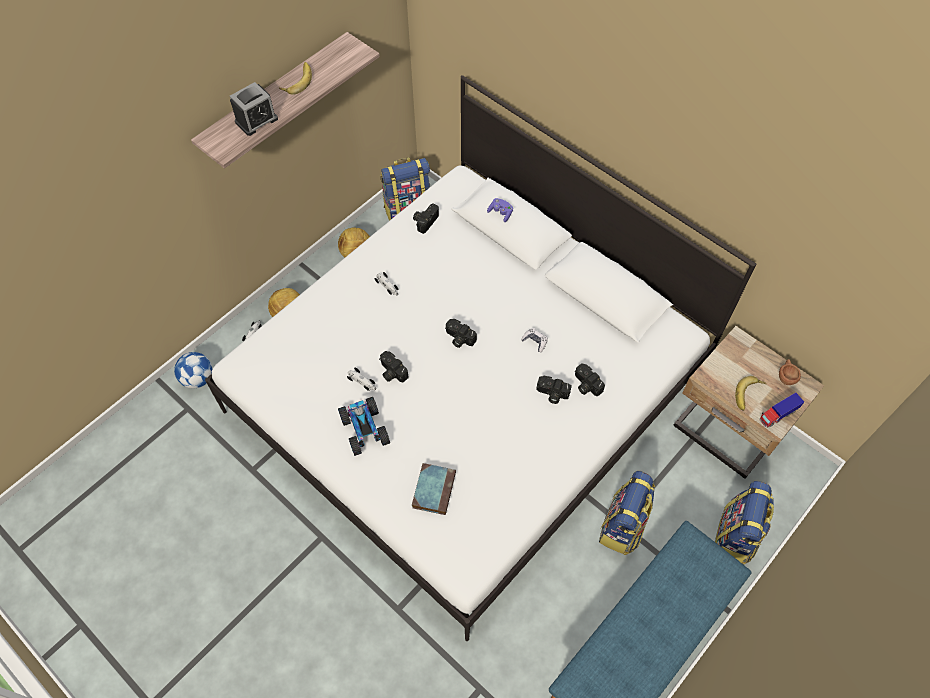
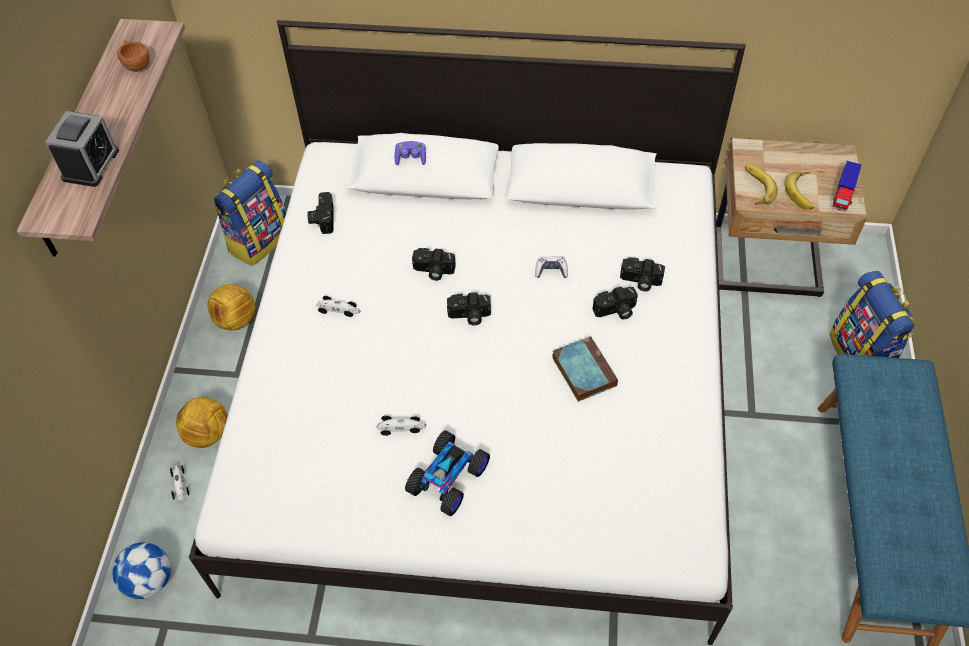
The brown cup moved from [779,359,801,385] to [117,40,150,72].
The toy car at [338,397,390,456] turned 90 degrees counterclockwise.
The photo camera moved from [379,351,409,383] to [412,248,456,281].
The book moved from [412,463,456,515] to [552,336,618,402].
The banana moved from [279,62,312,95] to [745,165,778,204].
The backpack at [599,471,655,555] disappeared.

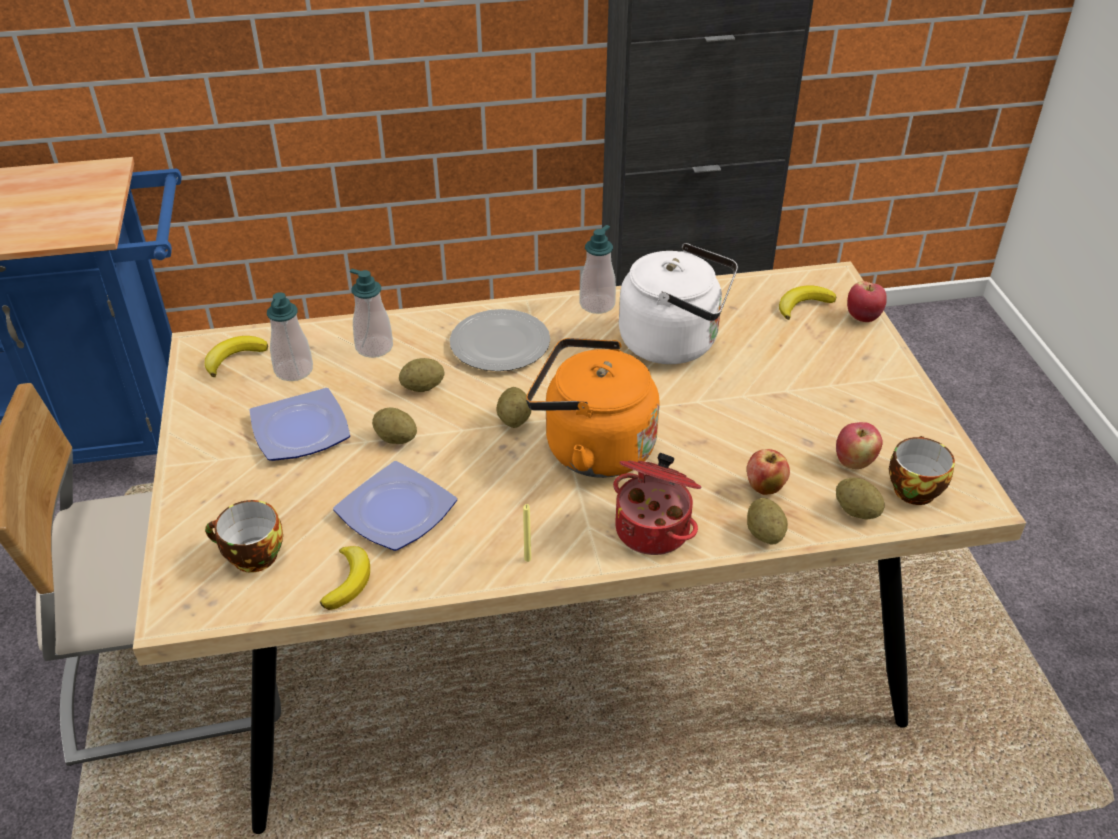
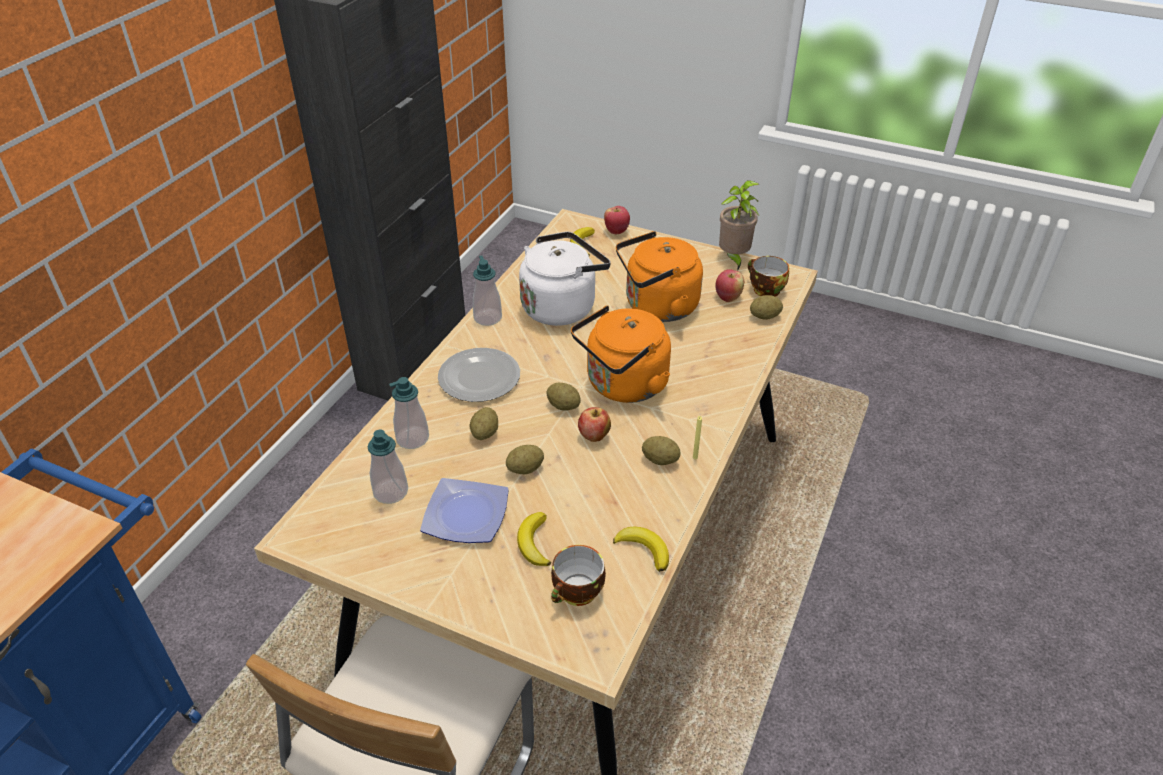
The banana moved from [205,336,268,377] to [517,512,551,566].
The apple moved from [747,449,790,495] to [578,407,611,442].
The orange kettle at [616,231,703,322] appeared.
The potato moved from [747,498,788,545] to [642,436,681,465].
The potted plant at [719,180,759,269] appeared.
The plate at [333,461,457,551] disappeared.
The cooking pot at [613,453,701,555] disappeared.

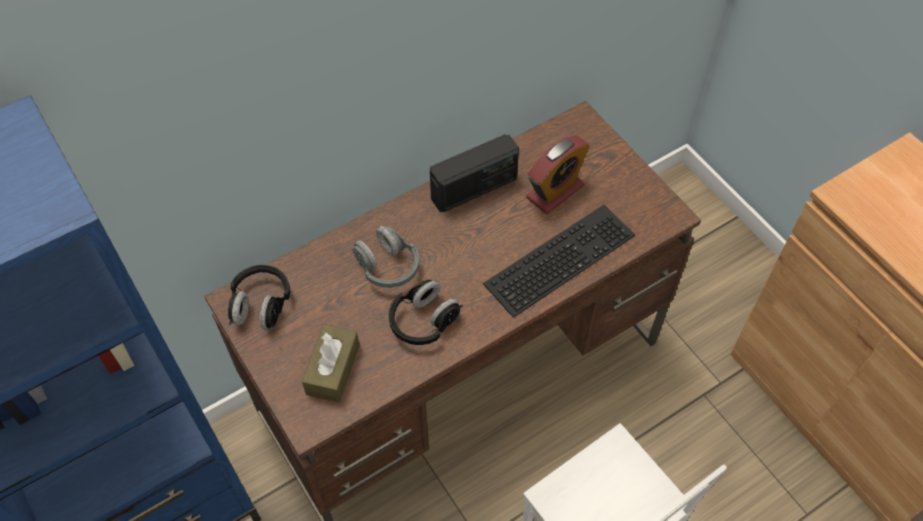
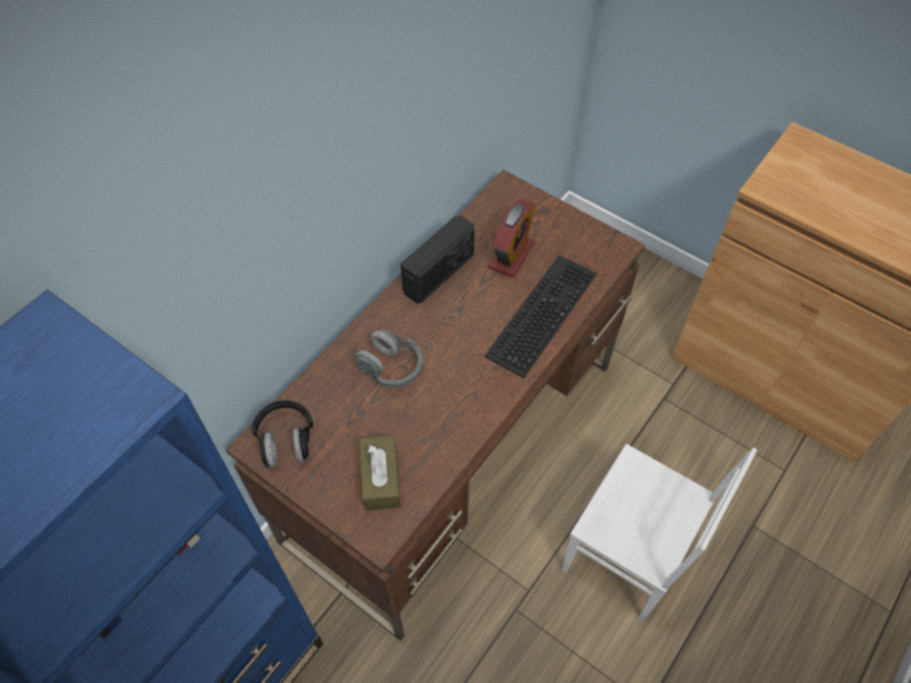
The black headphones at [389,280,463,345] disappeared.

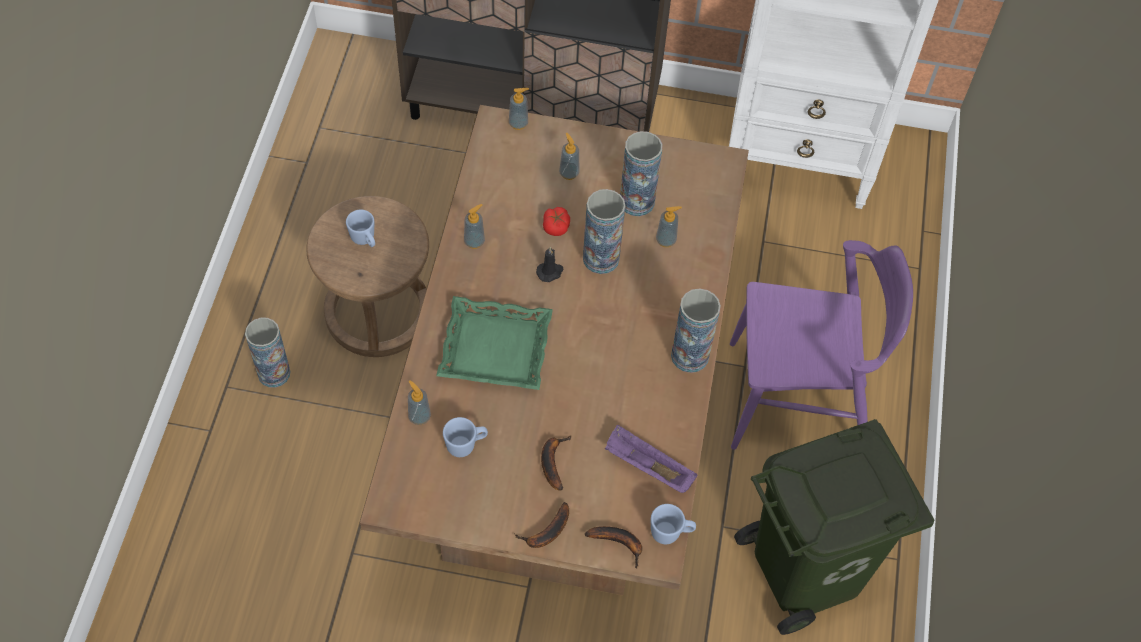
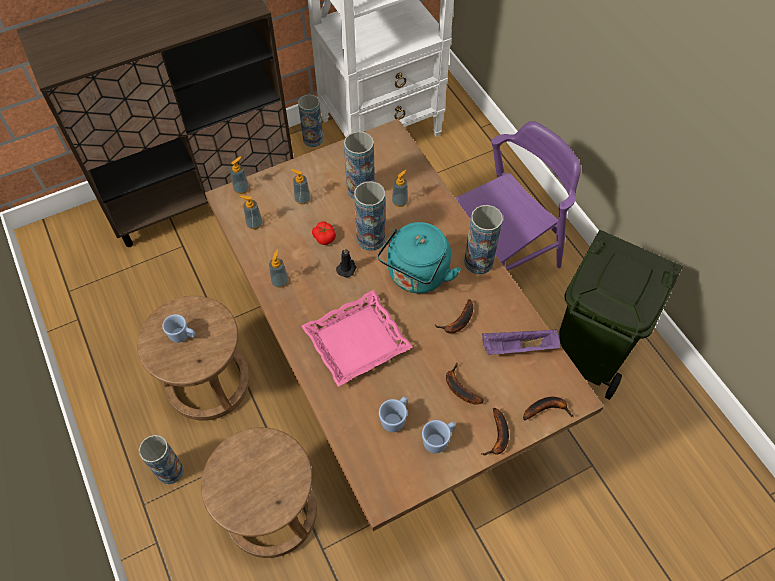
The brown stool at [201,427,317,558] appeared.
The soap dispenser moved from [408,380,431,425] to [240,196,263,229].
The vase at [298,94,323,147] appeared.
The green tray at [436,296,553,390] became the pink tray at [302,290,412,387].
The turquoise kettle at [377,222,461,293] appeared.
The blue mug moved from [651,504,696,544] to [422,420,456,453].
The banana at [434,299,473,333] appeared.

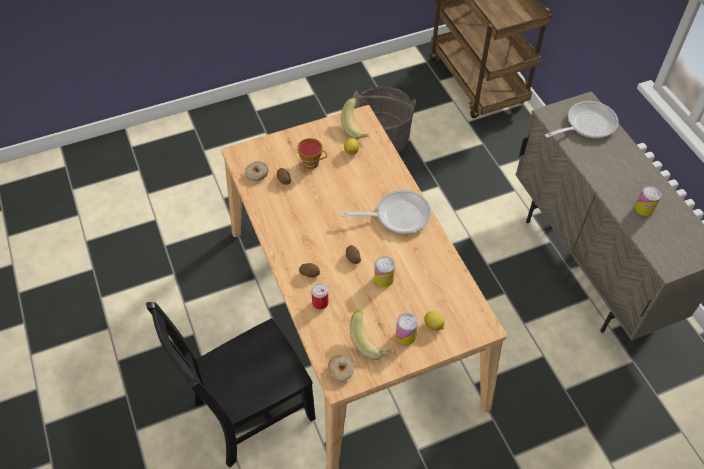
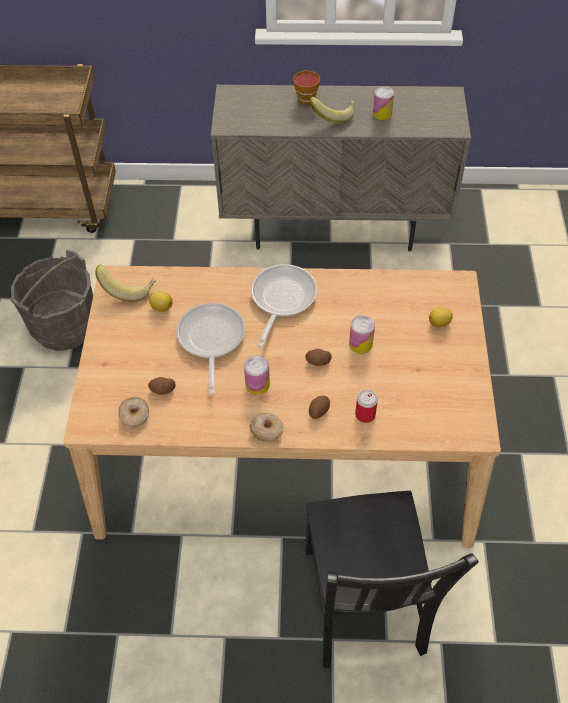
The frying pan moved from [545,101,619,138] to [176,303,245,395].
The can moved from [396,313,418,345] to [244,356,270,395].
The donut moved from [328,355,354,381] to [250,413,284,442].
The cup moved from [297,138,327,169] to [293,70,320,105].
The banana moved from [350,310,394,360] to [309,97,356,124].

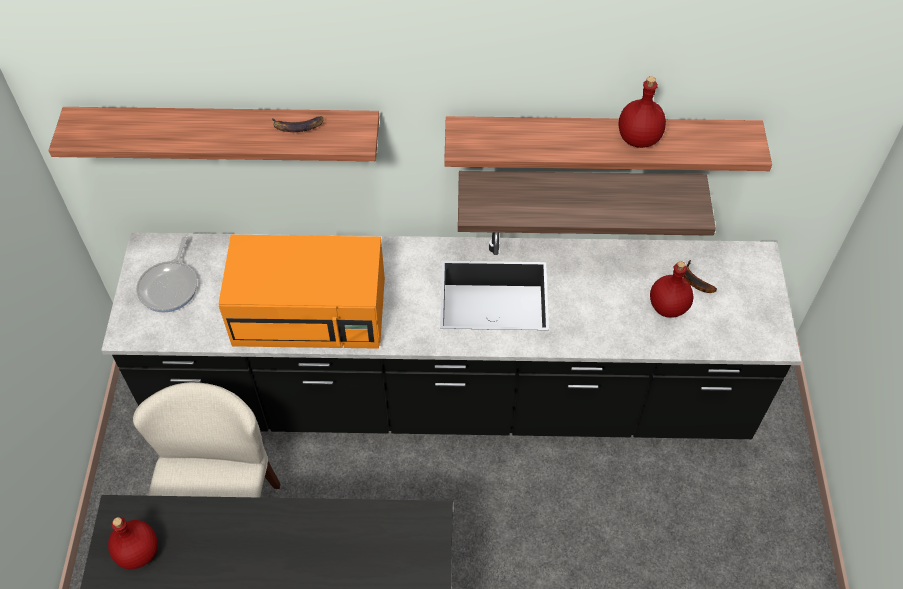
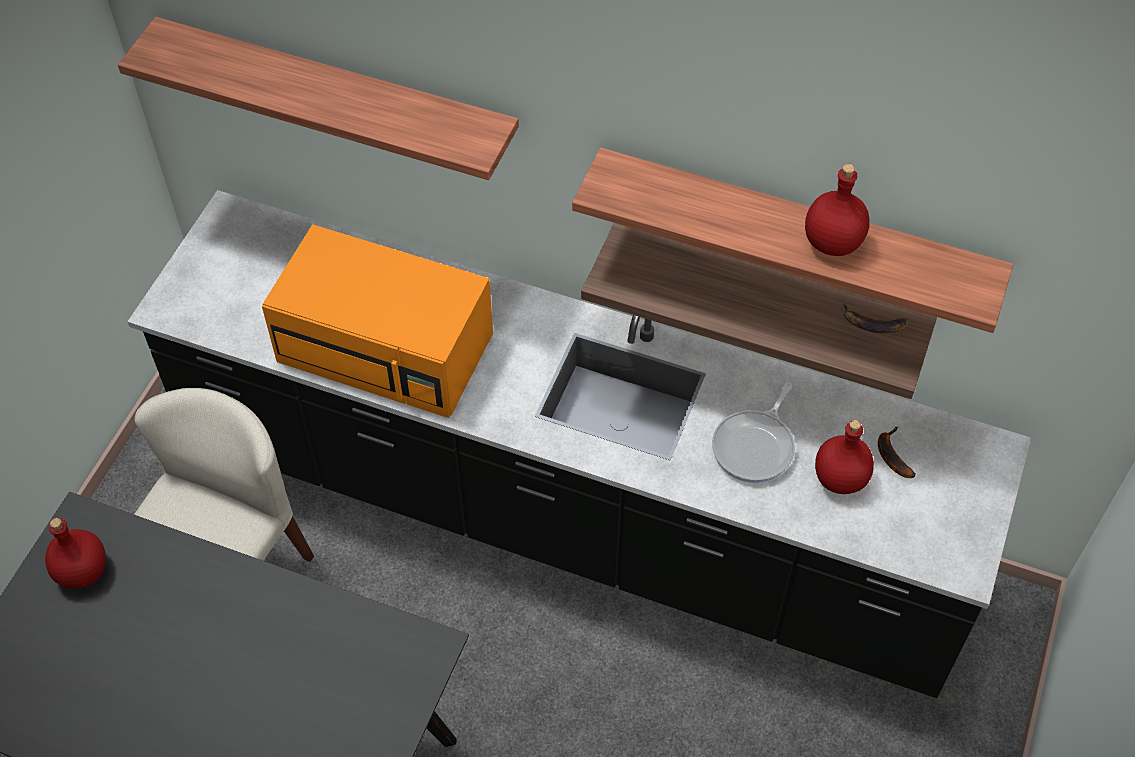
The frying pan moved from [136,236,197,313] to [712,383,795,483].
The banana moved from [272,116,324,132] to [843,302,908,333].

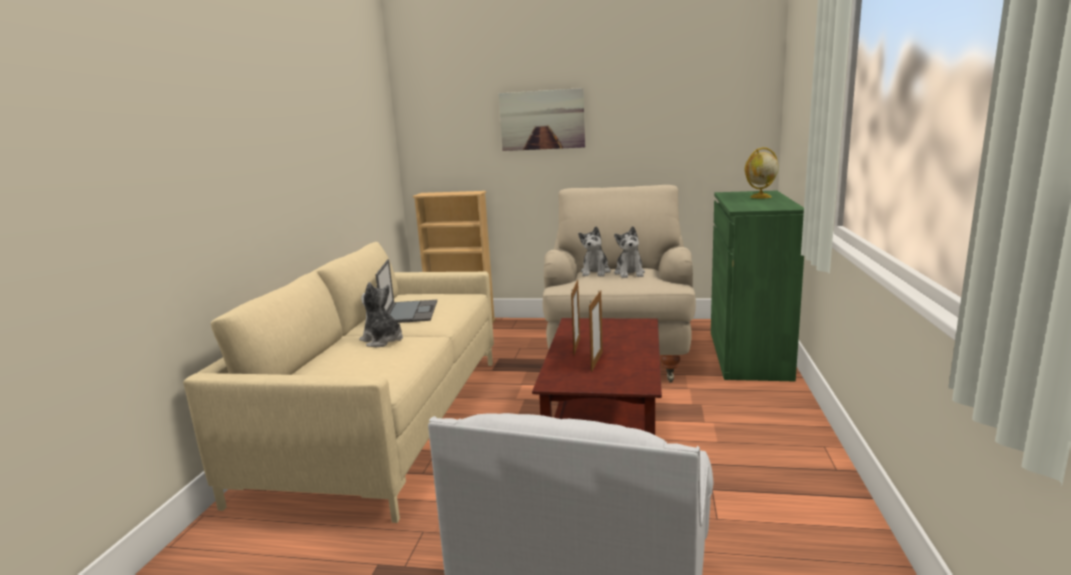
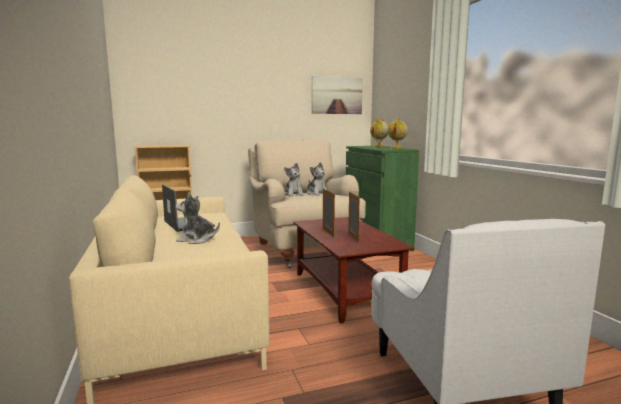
The picture moved from [499,88,585,151] to [312,76,363,114].
The globe at [388,118,408,149] appeared.

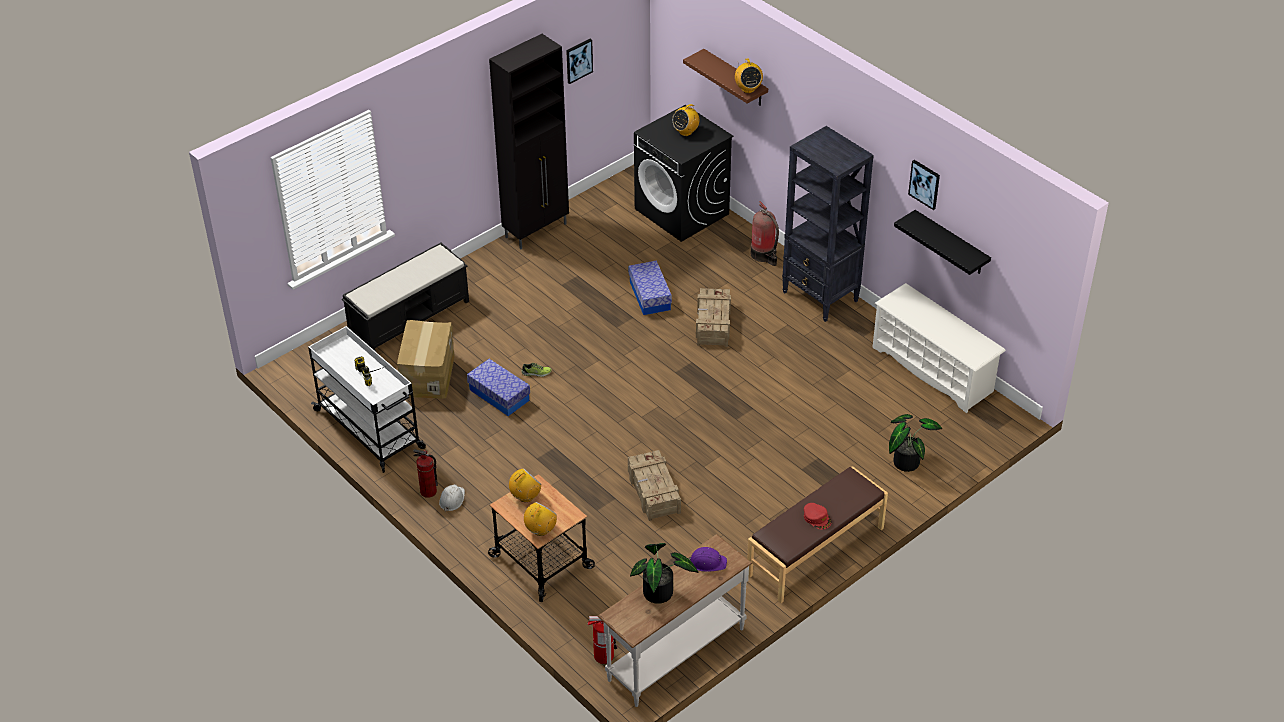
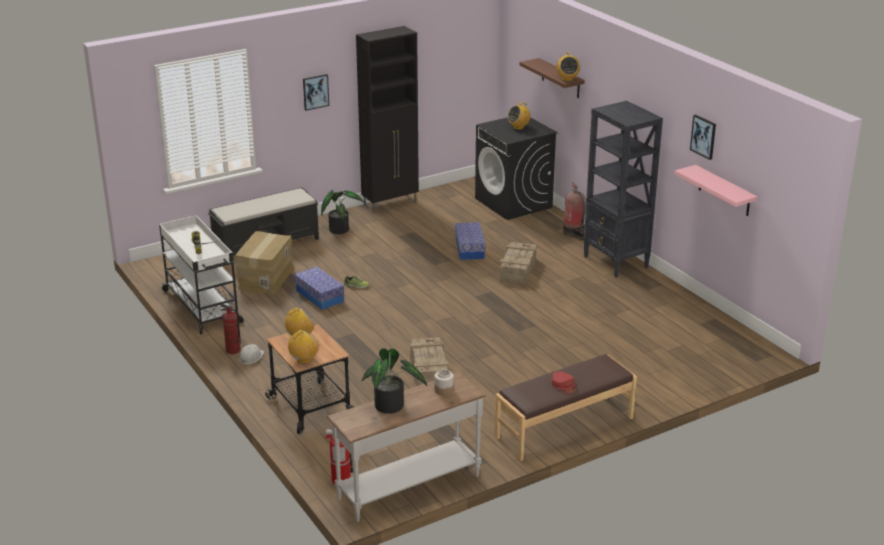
The picture moved from [566,39,593,84] to [303,74,329,111].
The potted plant moved from [889,414,942,472] to [321,190,364,234].
The purple hard hat at [688,547,727,572] was replaced by the jar at [434,369,454,395].
The black shelf at [894,210,991,275] became the pink shelf at [675,165,758,216].
The white shoe rack at [872,283,1006,413] disappeared.

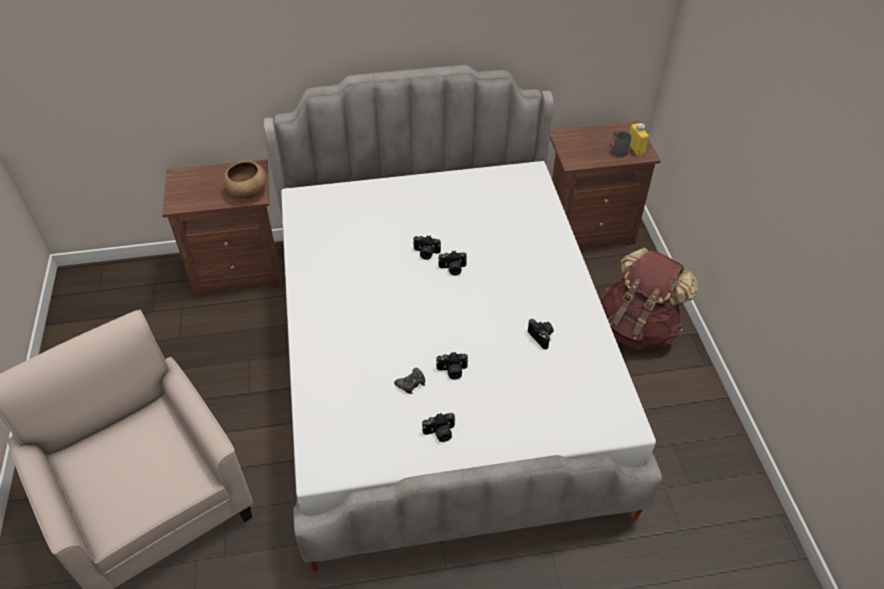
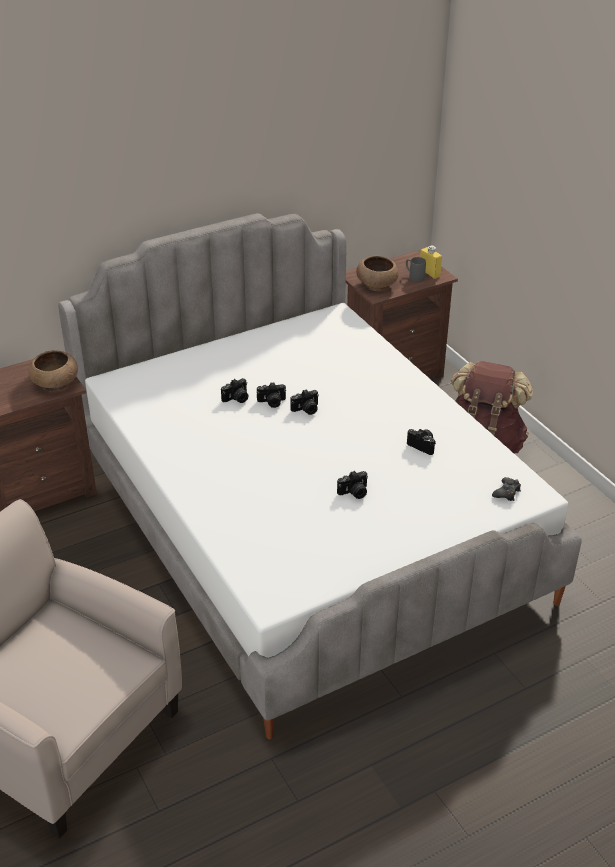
The photo camera moved from [422,413,456,442] to [221,378,248,403].
The brown bowl at [356,256,399,291] appeared.
The black game controller moved from [394,367,425,394] to [492,477,521,501].

